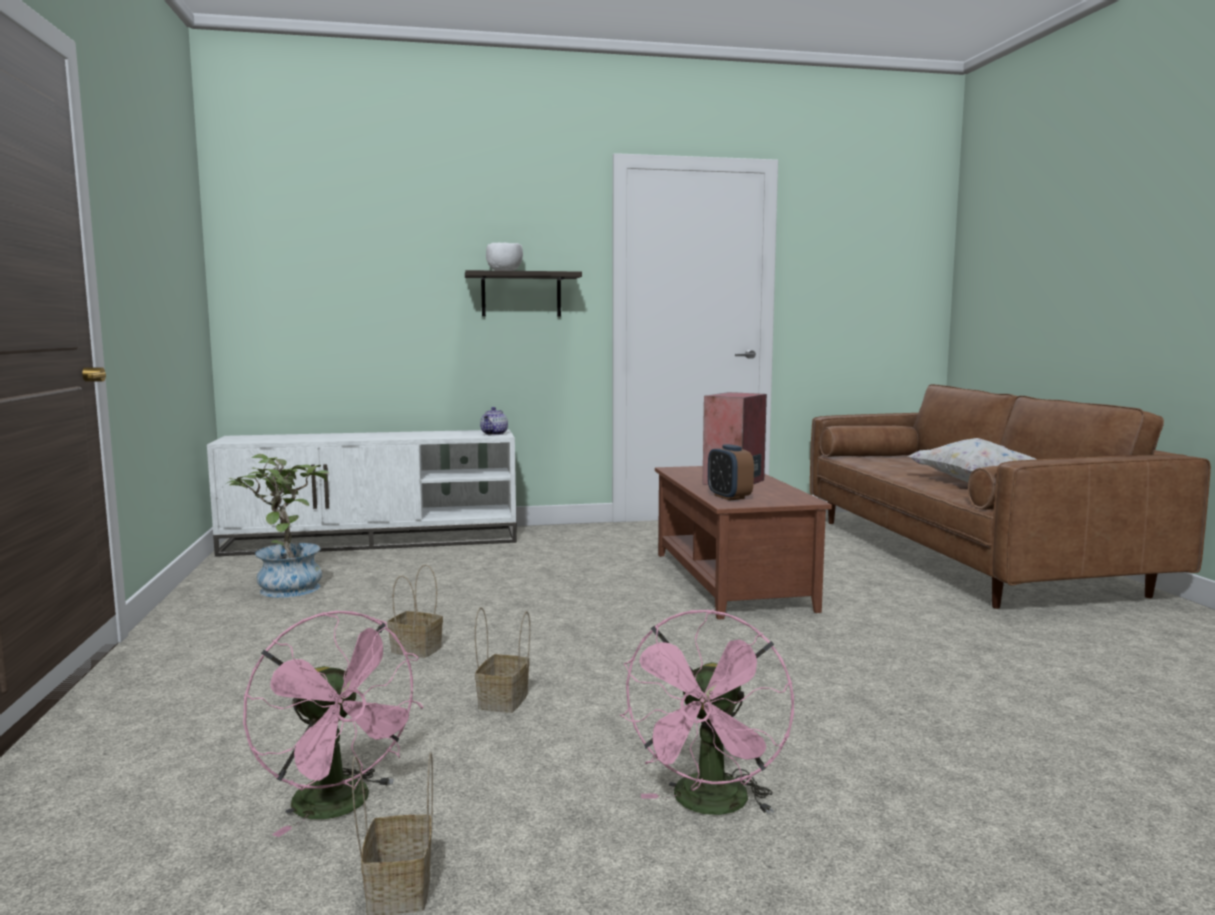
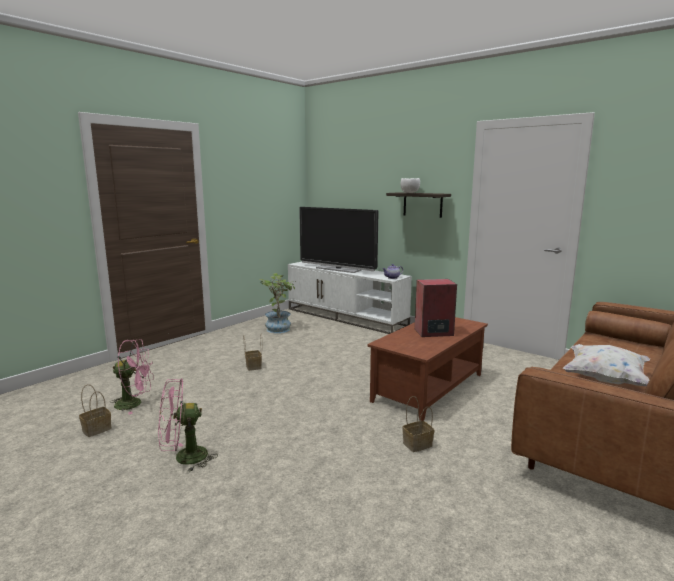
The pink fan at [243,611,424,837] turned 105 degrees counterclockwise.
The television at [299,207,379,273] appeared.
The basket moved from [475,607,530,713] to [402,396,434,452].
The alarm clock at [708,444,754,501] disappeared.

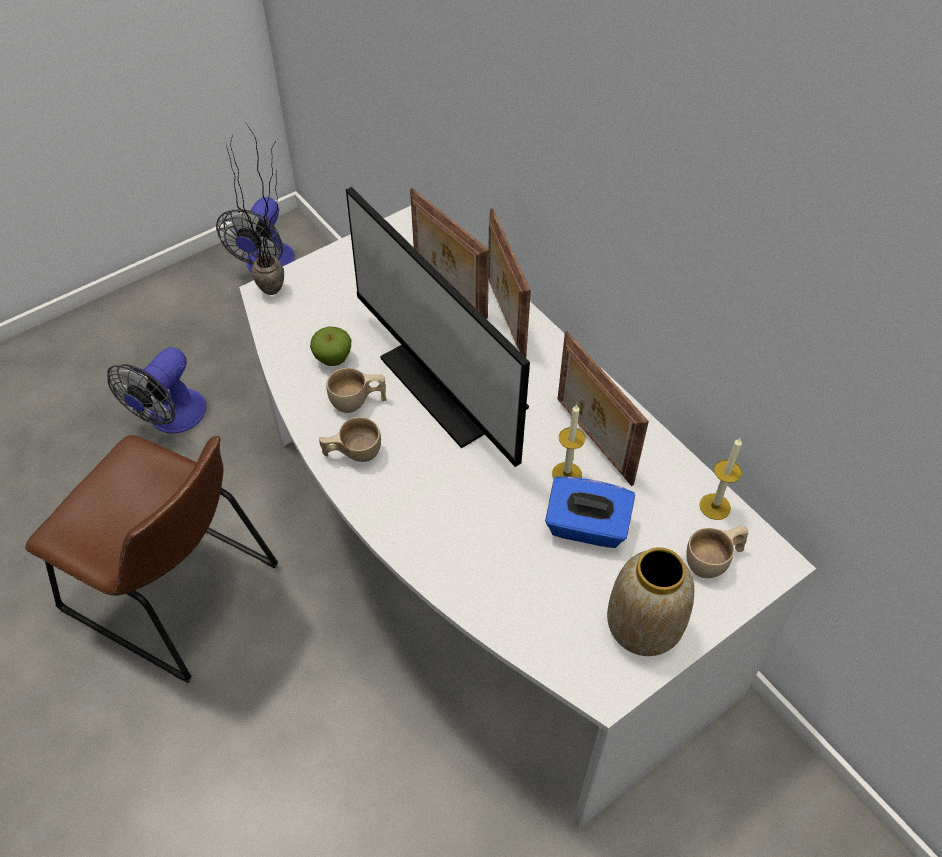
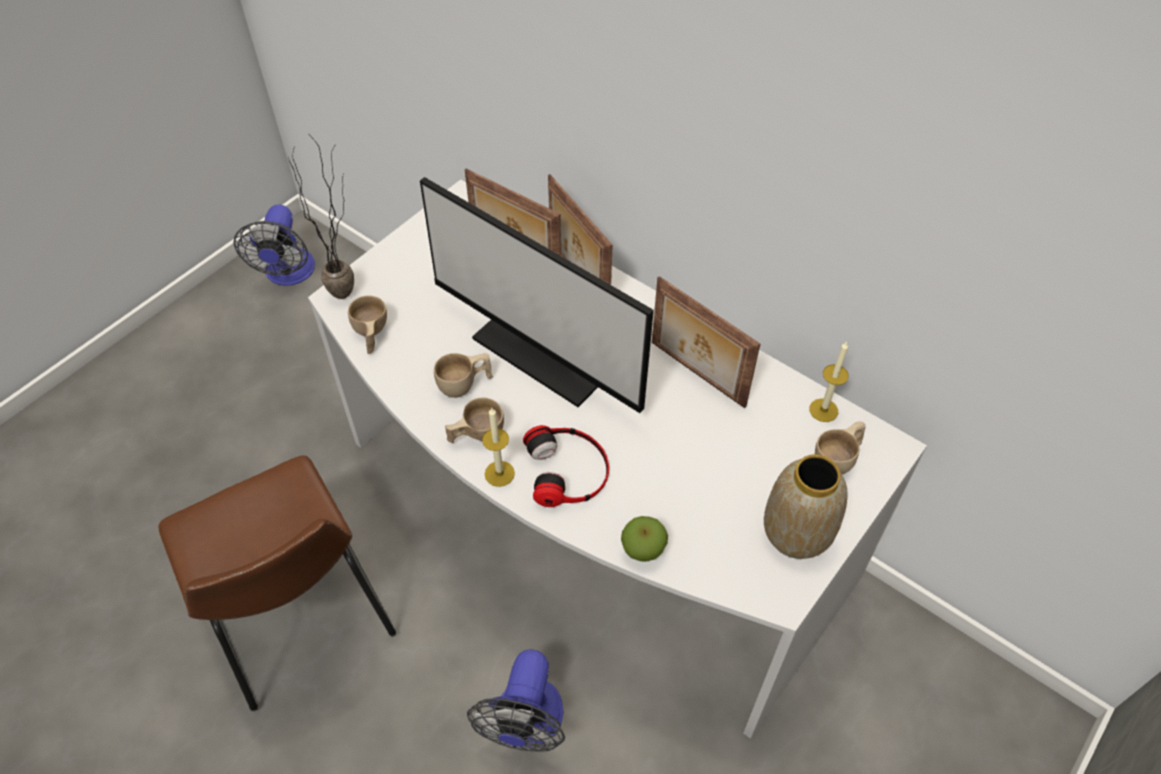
The brown chair at [25,435,278,683] turned 45 degrees clockwise.
The beige cup at [348,296,387,354] appeared.
The fan moved from [107,347,206,433] to [467,649,565,752].
The candle moved from [552,404,585,479] to [482,408,515,487].
The headphones at [523,425,609,507] appeared.
The apple moved from [310,327,351,366] to [621,516,668,562].
The blue tissue box at [545,476,635,548] disappeared.

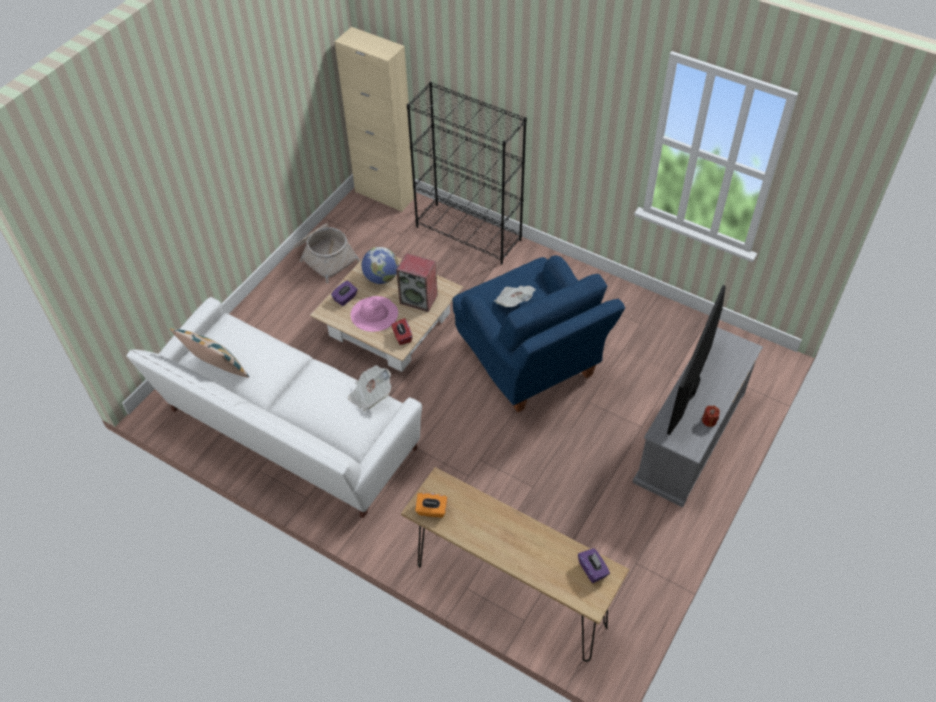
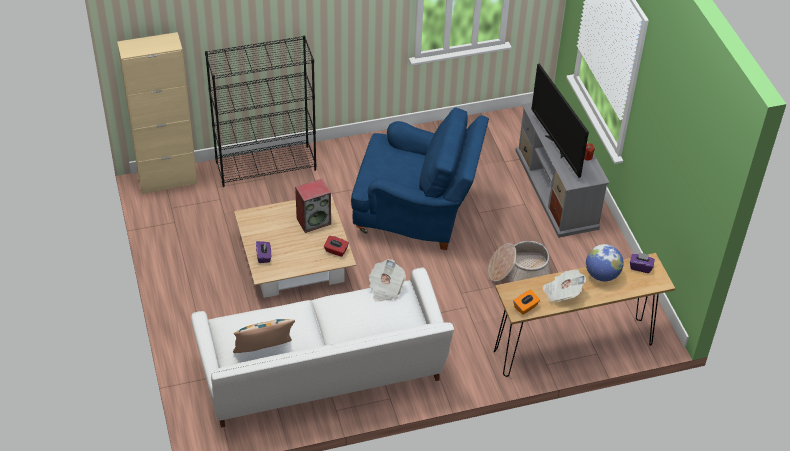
The basket moved from [294,223,361,284] to [488,241,550,282].
The newspaper moved from [494,286,536,307] to [543,270,586,302].
The globe moved from [362,247,399,284] to [586,244,624,281].
The pink hat at [351,296,398,332] disappeared.

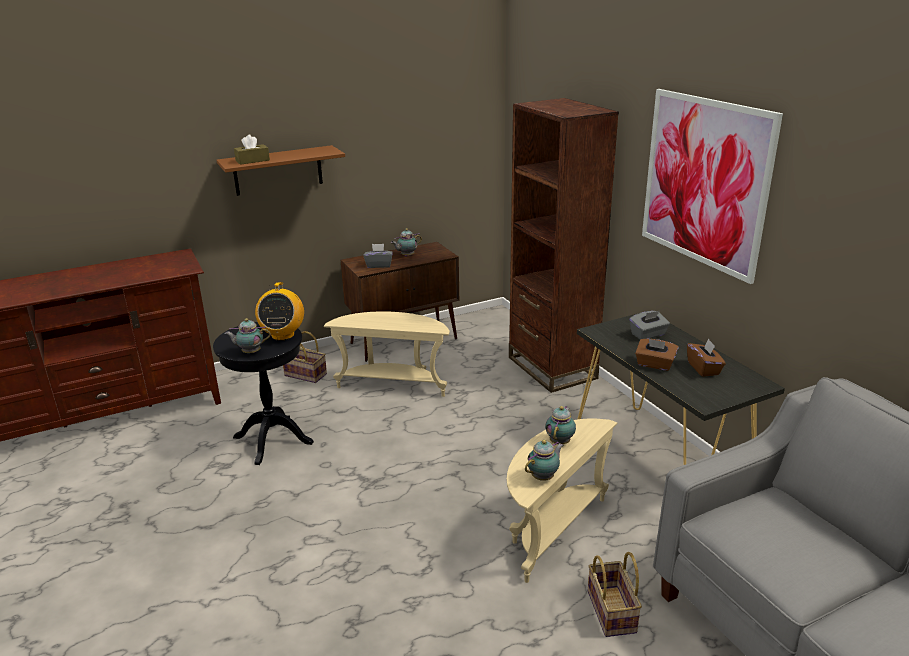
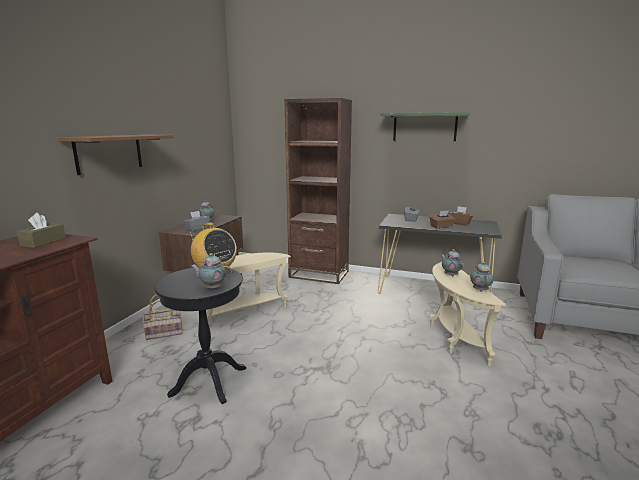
The brown tissue box moved from [234,134,270,165] to [17,213,66,248].
The teapot at [225,318,271,353] turned 60 degrees clockwise.
The picture at [642,89,783,284] was replaced by the green shelf at [380,112,470,141].
The basket at [588,552,642,637] disappeared.

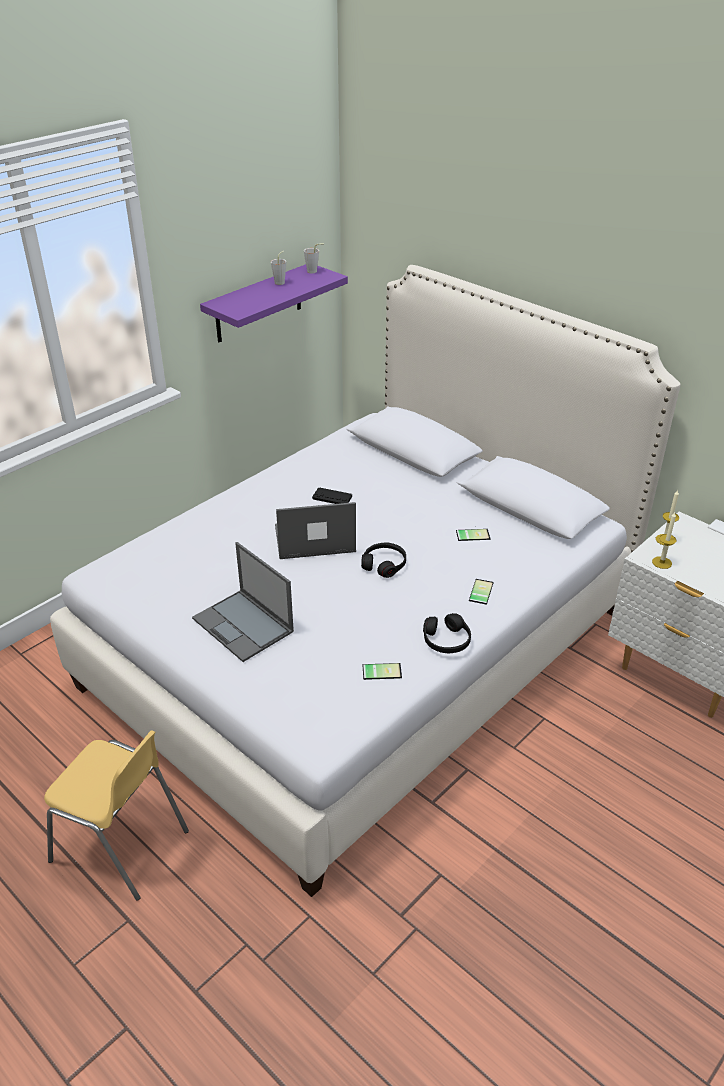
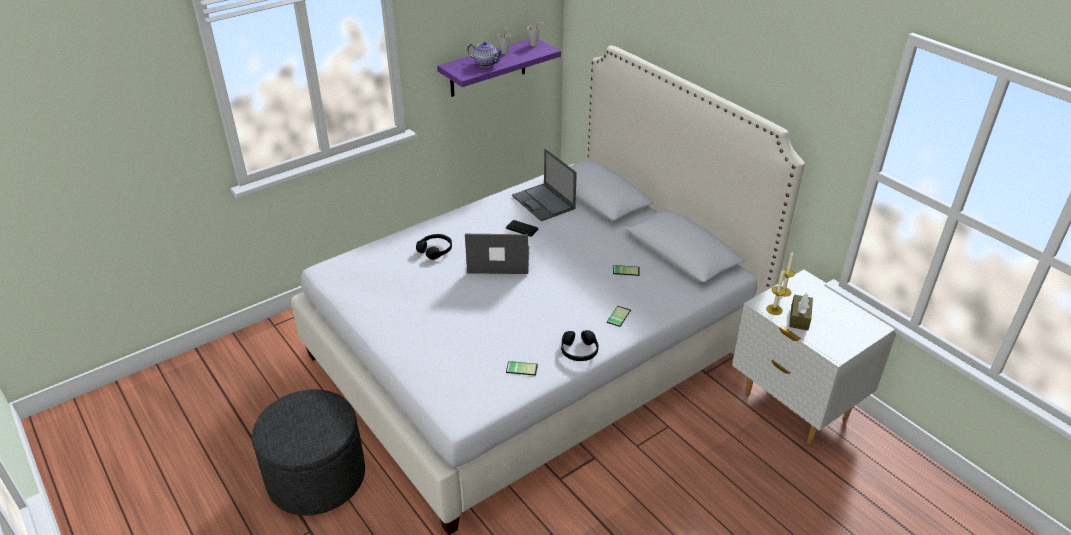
The yellow chair at [44,730,189,901] was replaced by the grey ottoman at [252,389,365,515].
The black headphones moved from [361,543,406,578] to [416,234,452,260].
The teapot at [467,41,504,67] appeared.
The laptop moved from [192,542,294,662] to [512,149,577,221].
The brown tissue box at [789,293,813,331] appeared.

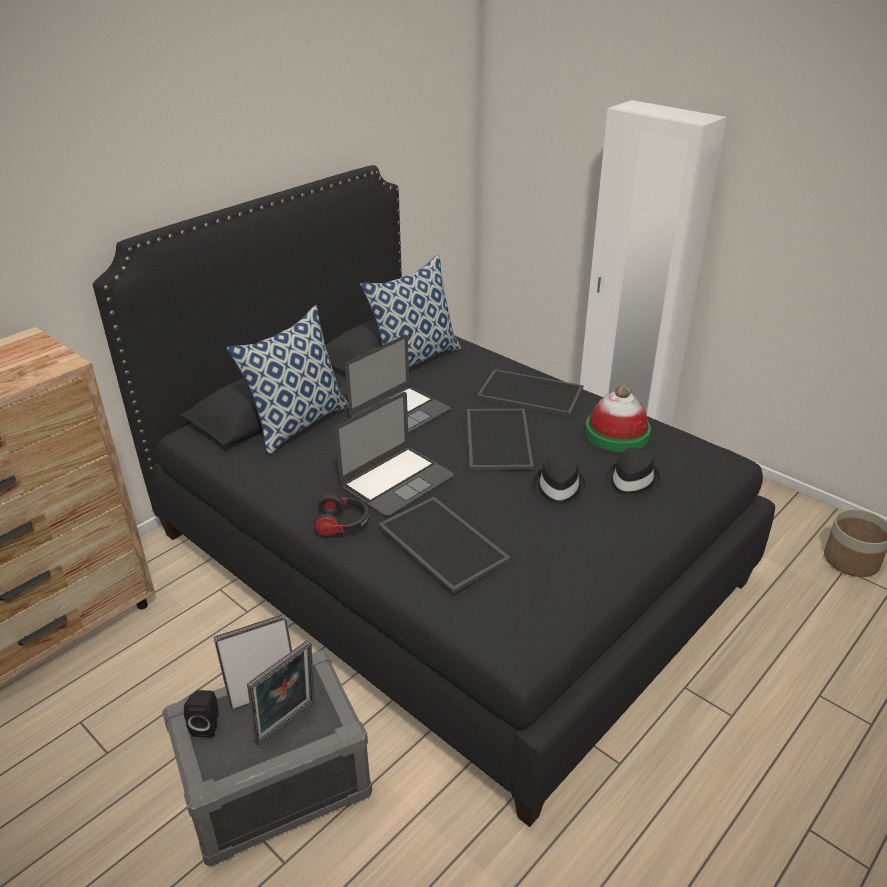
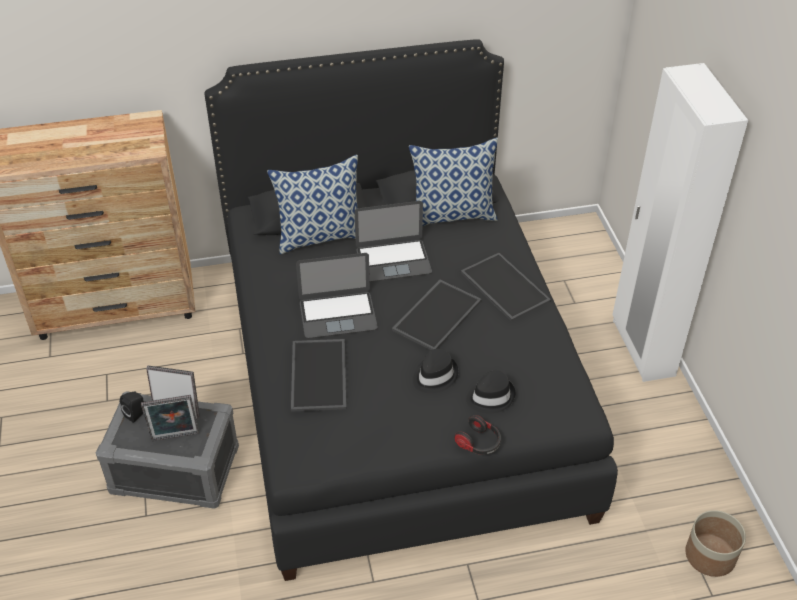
The headphones moved from [314,494,369,536] to [454,415,501,455].
The hat at [585,384,651,452] disappeared.

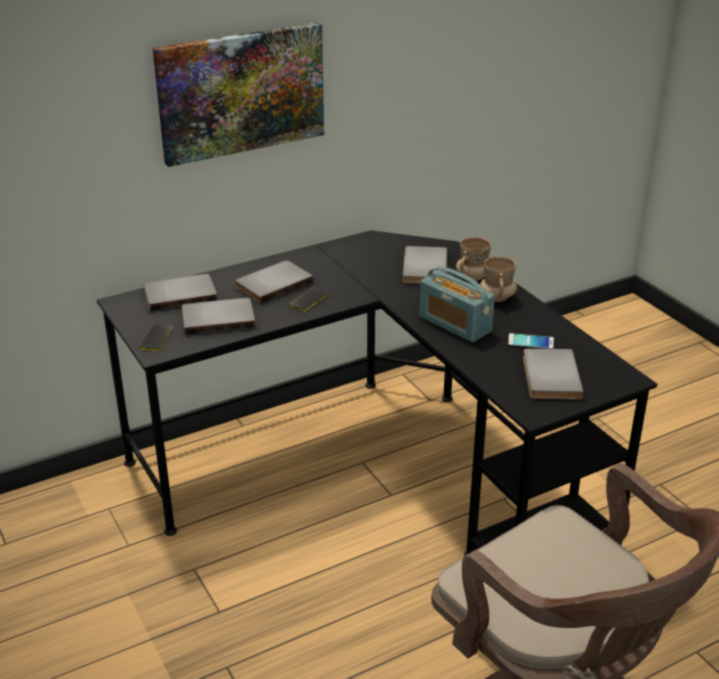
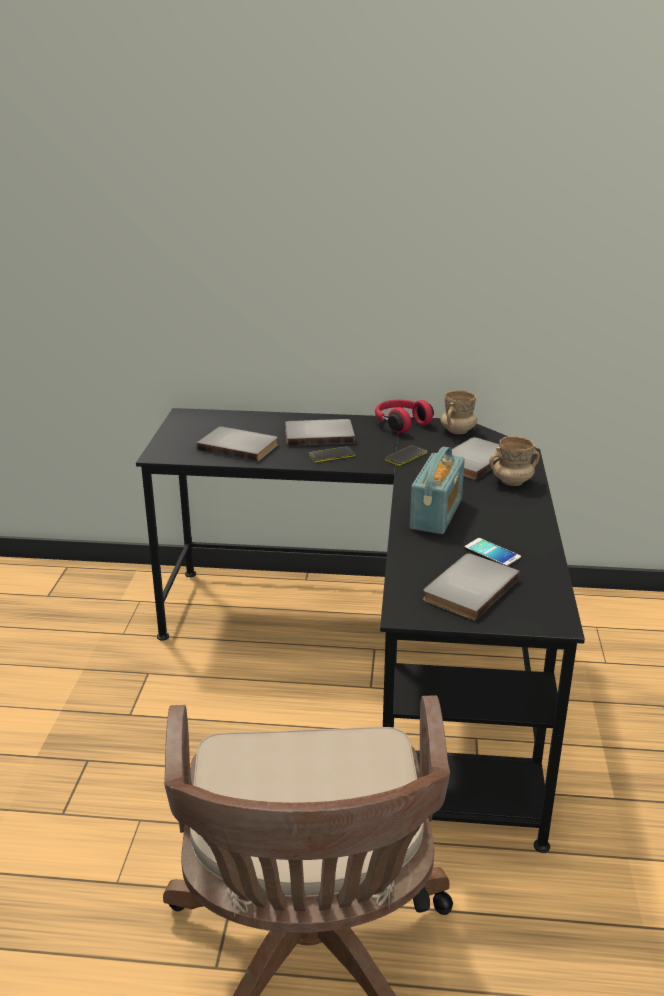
The red headphones at [375,400,434,433] appeared.
The phone moved from [139,324,173,351] to [385,445,427,466].
The radio at [420,267,495,342] turned 150 degrees counterclockwise.
The beige mug moved from [480,256,517,302] to [440,390,477,434].
The grey book at [144,274,218,311] disappeared.
The picture at [153,22,324,167] disappeared.

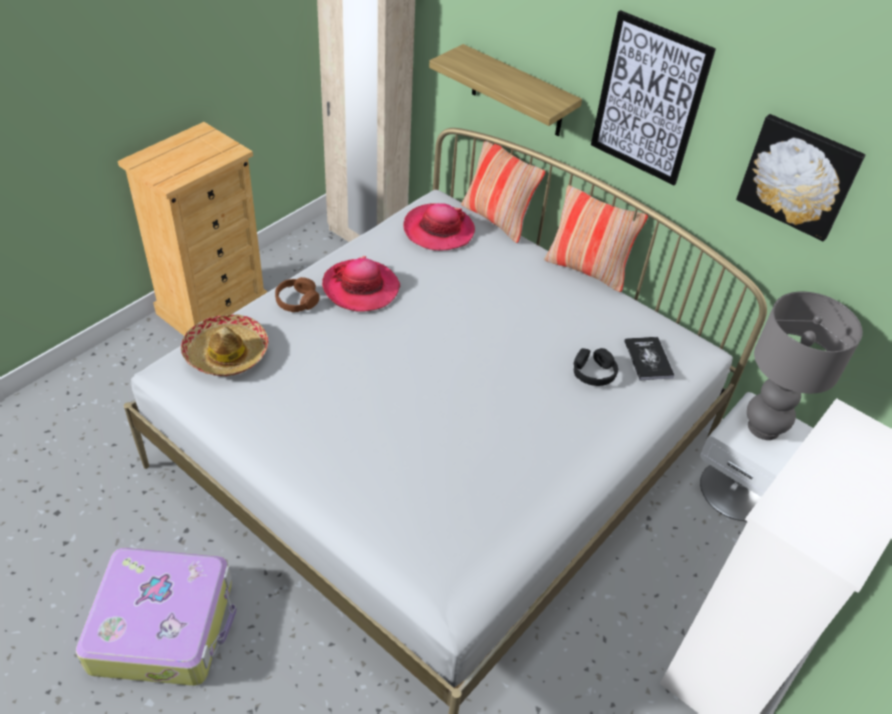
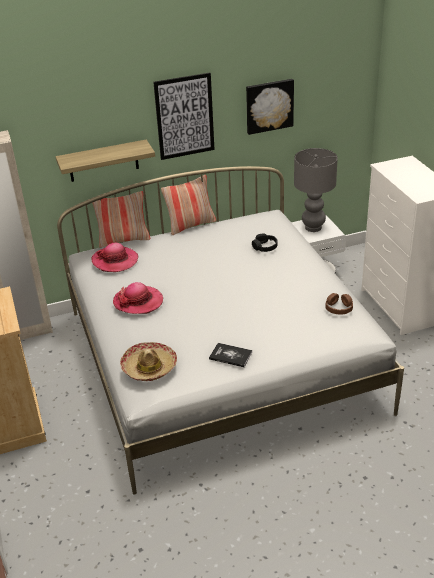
The book moved from [624,337,675,381] to [209,343,252,367].
The brown headphones moved from [275,277,320,312] to [325,293,353,315].
The suitcase at [76,548,237,686] disappeared.

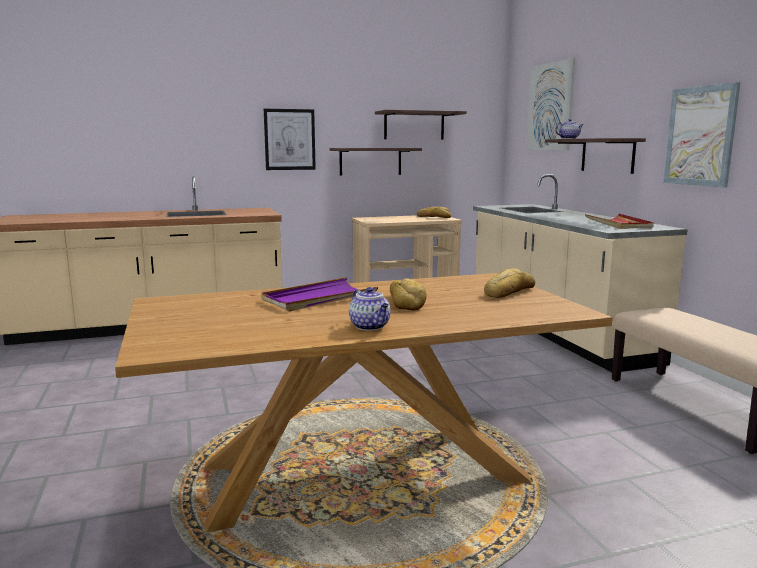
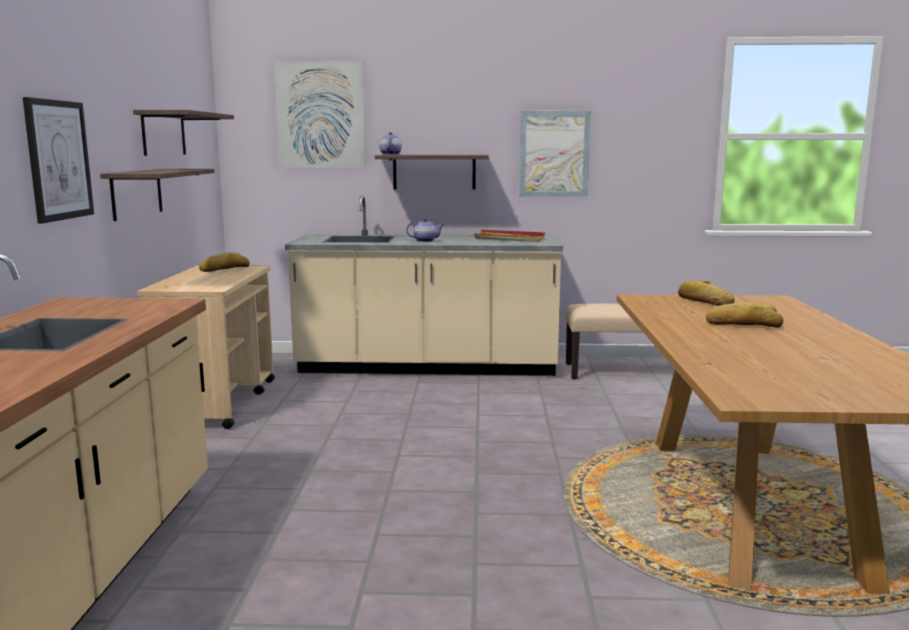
The teapot moved from [349,287,391,331] to [406,218,444,242].
The purple tray at [261,277,378,311] disappeared.

